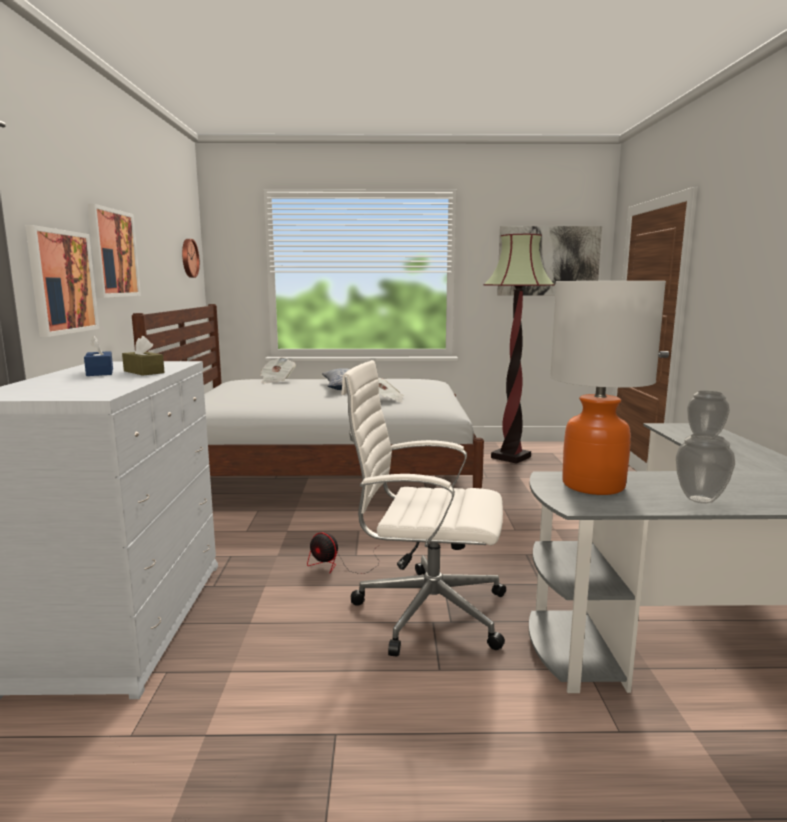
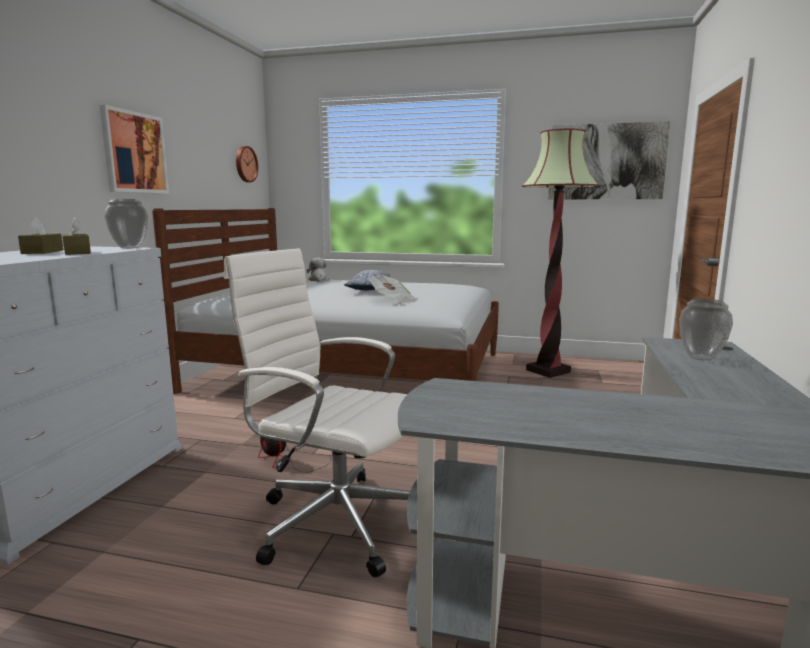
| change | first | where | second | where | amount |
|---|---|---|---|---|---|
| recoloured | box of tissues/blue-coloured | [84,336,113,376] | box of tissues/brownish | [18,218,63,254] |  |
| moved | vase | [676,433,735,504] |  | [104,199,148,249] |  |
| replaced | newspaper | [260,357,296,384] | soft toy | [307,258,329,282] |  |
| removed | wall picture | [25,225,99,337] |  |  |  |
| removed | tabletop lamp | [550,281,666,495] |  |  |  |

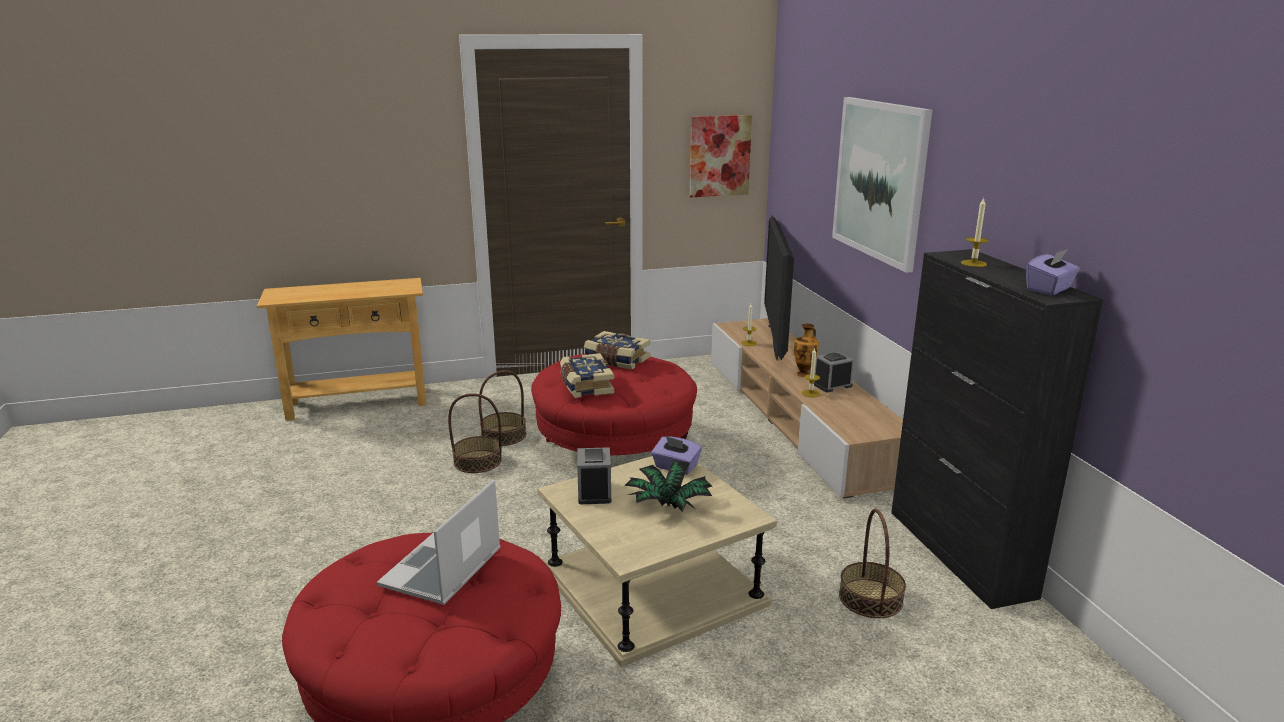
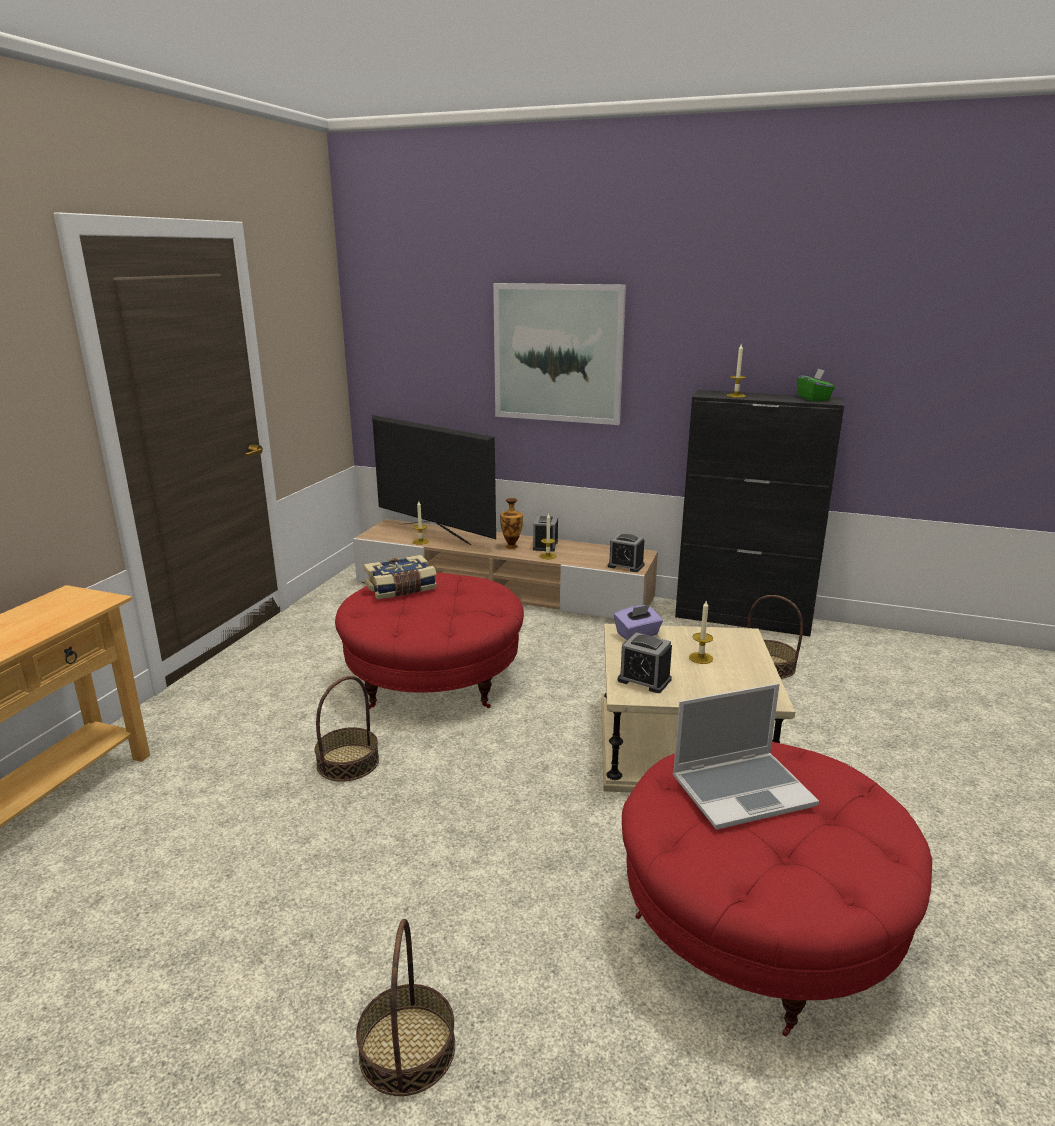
| change | first | where | second | where | amount |
|---|---|---|---|---|---|
| moved | household basket | [479,370,526,446] |  | [356,919,455,1096] |  |
| added |  |  | bedside clock | [607,534,645,572] |  |
| turned | notebook computer | [377,480,501,605] |  | [673,683,819,829] | 75 degrees counterclockwise |
| replaced | houseplant | [624,460,712,512] | wax light | [689,601,713,664] |  |
| recoloured | box of tissues/purple-coloured | [1026,249,1080,295] | box of tissues/green-coloured | [797,368,835,401] |  |
| removed | volume | [560,353,614,398] |  |  |  |
| removed | wall picture | [689,115,752,197] |  |  |  |

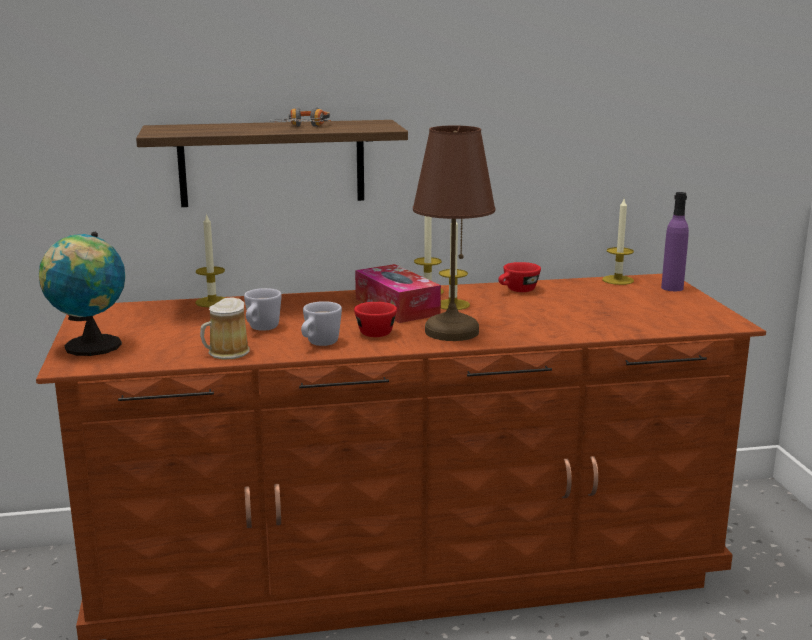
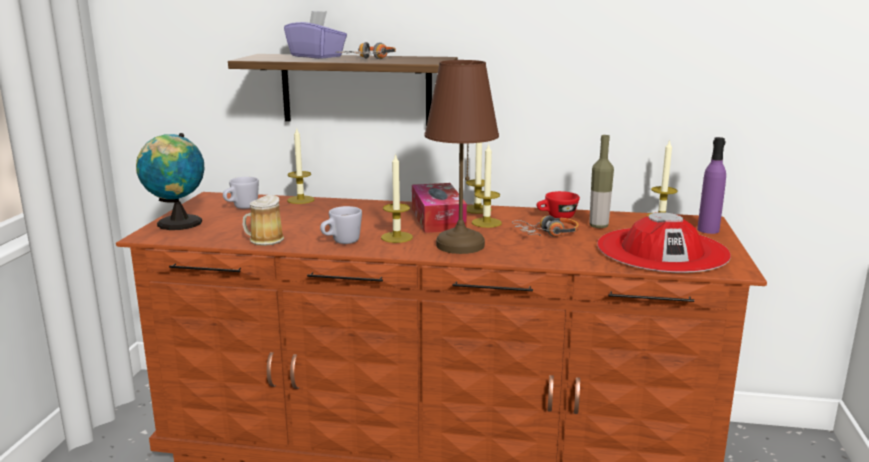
| change | first | where | second | where | amount |
|---|---|---|---|---|---|
| moved | tea mug/white-coloured | [244,288,282,331] |  | [223,177,259,209] |  |
| added |  |  | box of tissues/purple-coloured | [284,11,347,59] |  |
| replaced | cup/red-coloured | [354,302,397,337] | wax light | [381,153,413,243] |  |
| added |  |  | headphones | [512,215,579,237] |  |
| added |  |  | bottle | [589,135,614,228] |  |
| added |  |  | wearable hat/red-coloured | [597,212,731,273] |  |

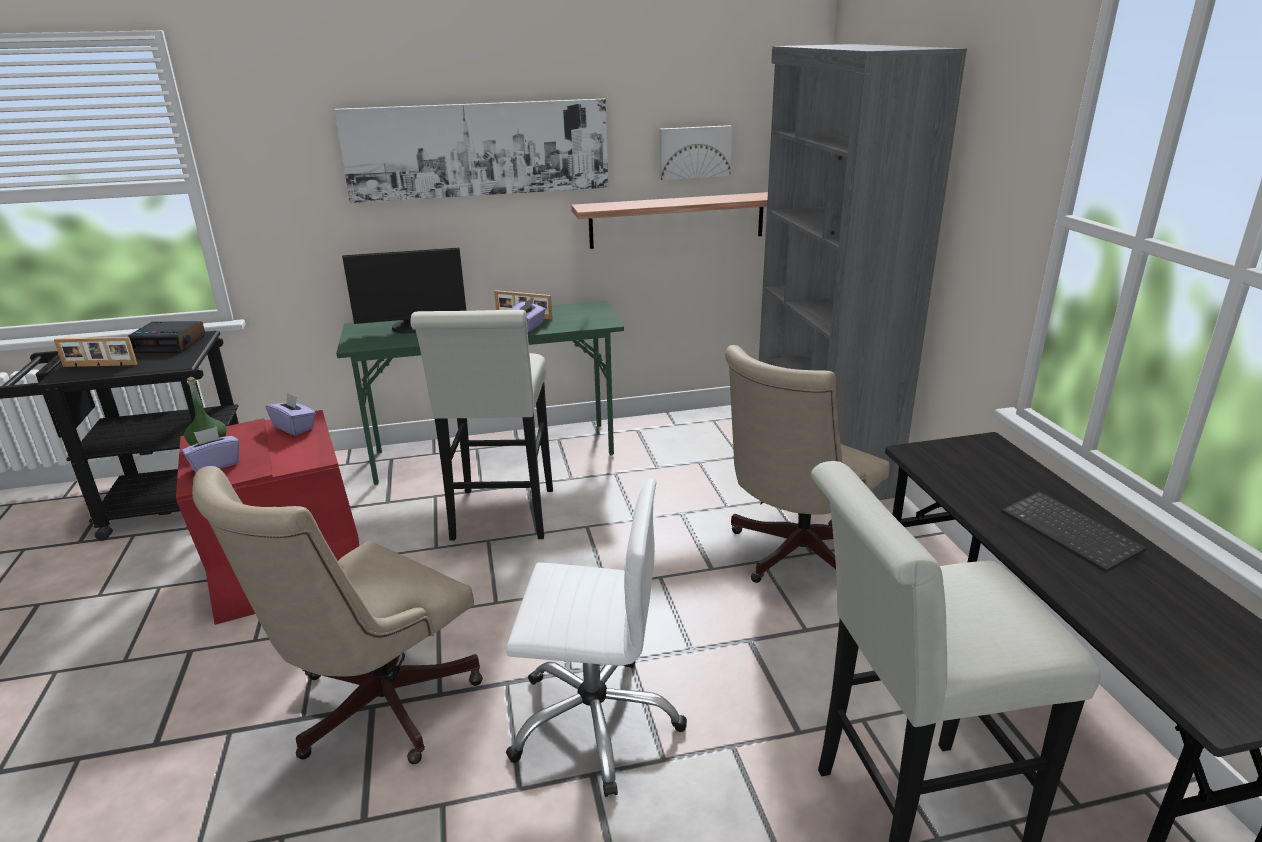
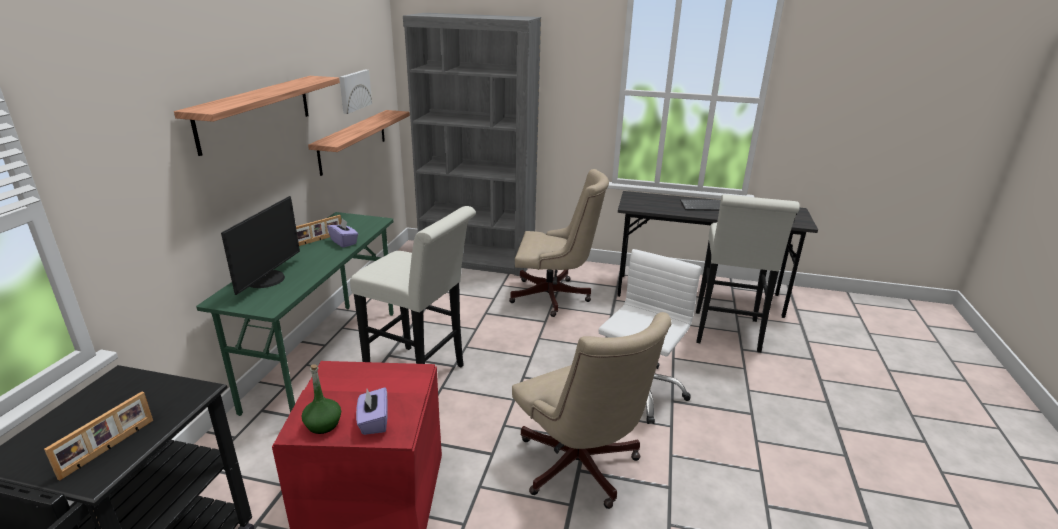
| change | first | where | second | where | amount |
|---|---|---|---|---|---|
| replaced | wall picture | [334,99,608,203] | bracket shelf | [174,76,340,156] |  |
| turned | office chair/beige-coloured | [725,345,889,583] |  | [509,169,609,317] | 60 degrees counterclockwise |
| removed | bedside clock | [128,321,206,353] |  |  |  |
| removed | box of tissues/purple-coloured | [266,392,316,436] |  |  |  |

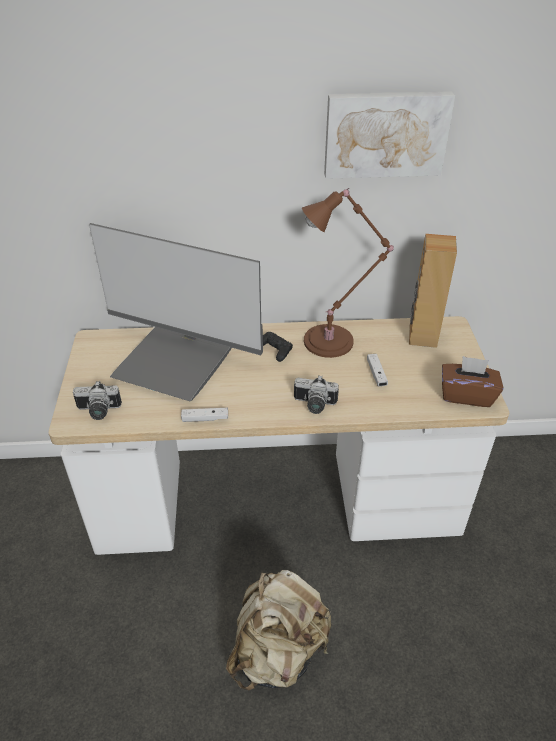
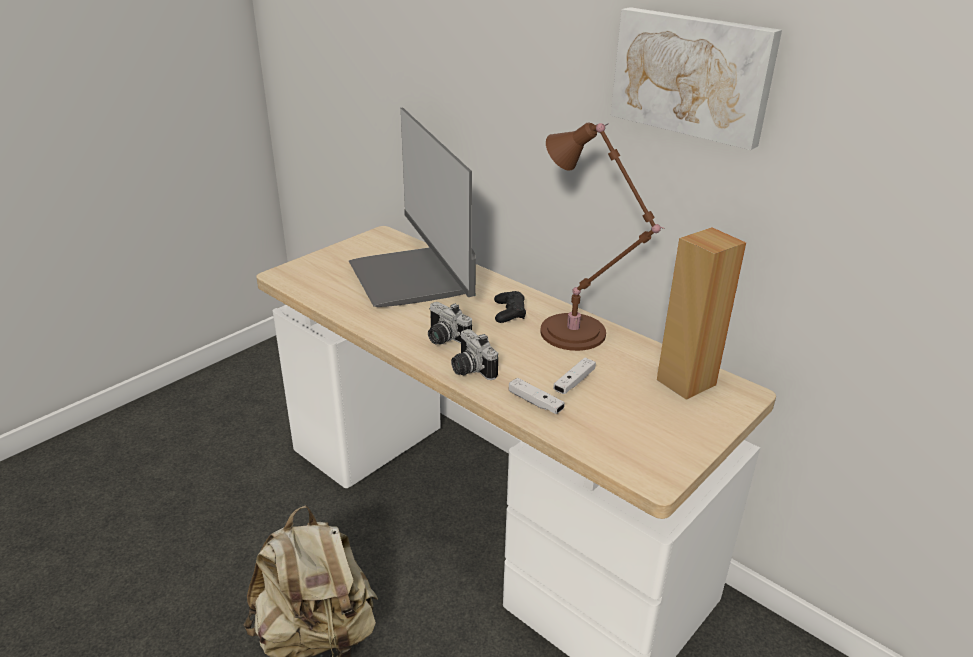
| change | first | where | second | where | amount |
|---|---|---|---|---|---|
| moved | photo camera | [73,381,122,420] |  | [428,302,472,345] |  |
| moved | joypad/white-coloured | [181,408,228,422] |  | [509,378,565,414] |  |
| removed | box of tissues/brownish | [442,356,503,407] |  |  |  |

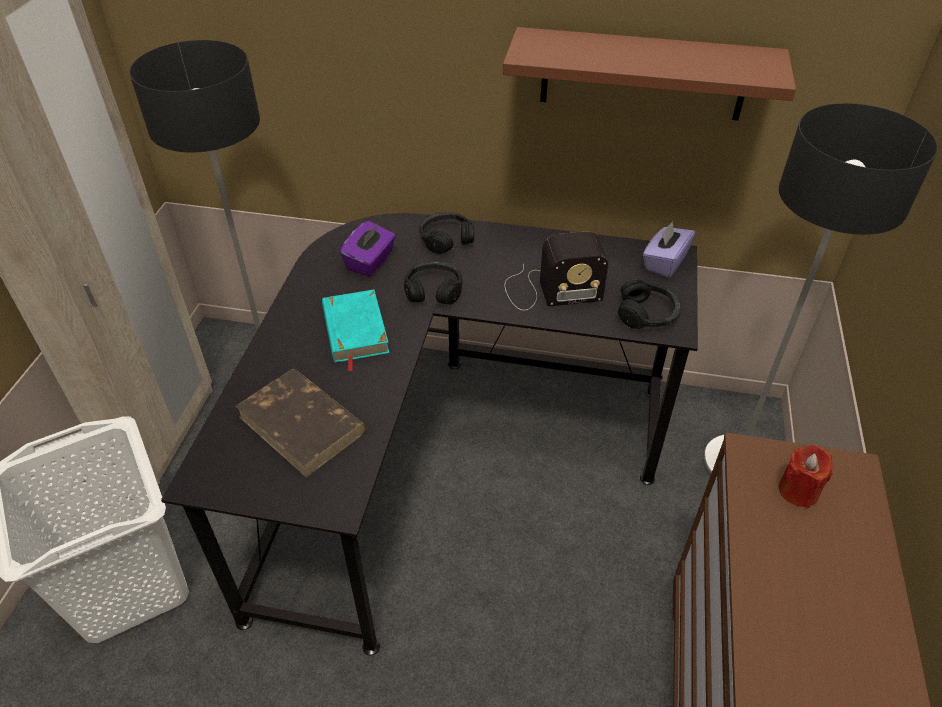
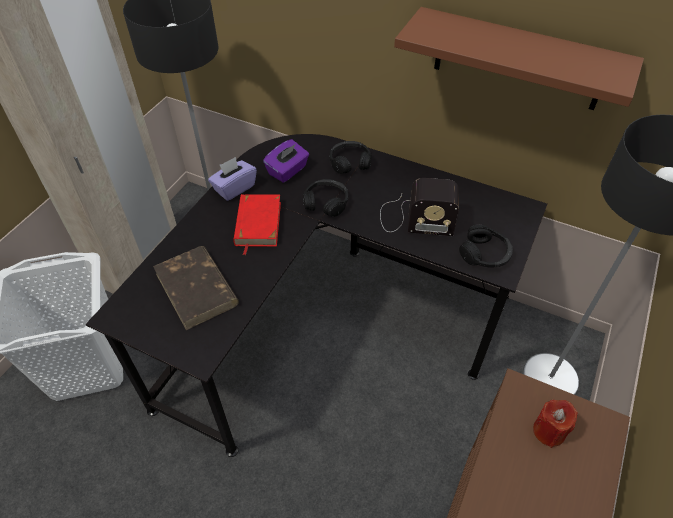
| change | first | where | second | where | amount |
|---|---|---|---|---|---|
| moved | box of tissues/purple-coloured | [643,221,696,278] |  | [208,157,257,201] |  |
| recoloured | volume/turquoise | [322,290,389,371] | volume/red-coloured | [233,194,281,255] |  |

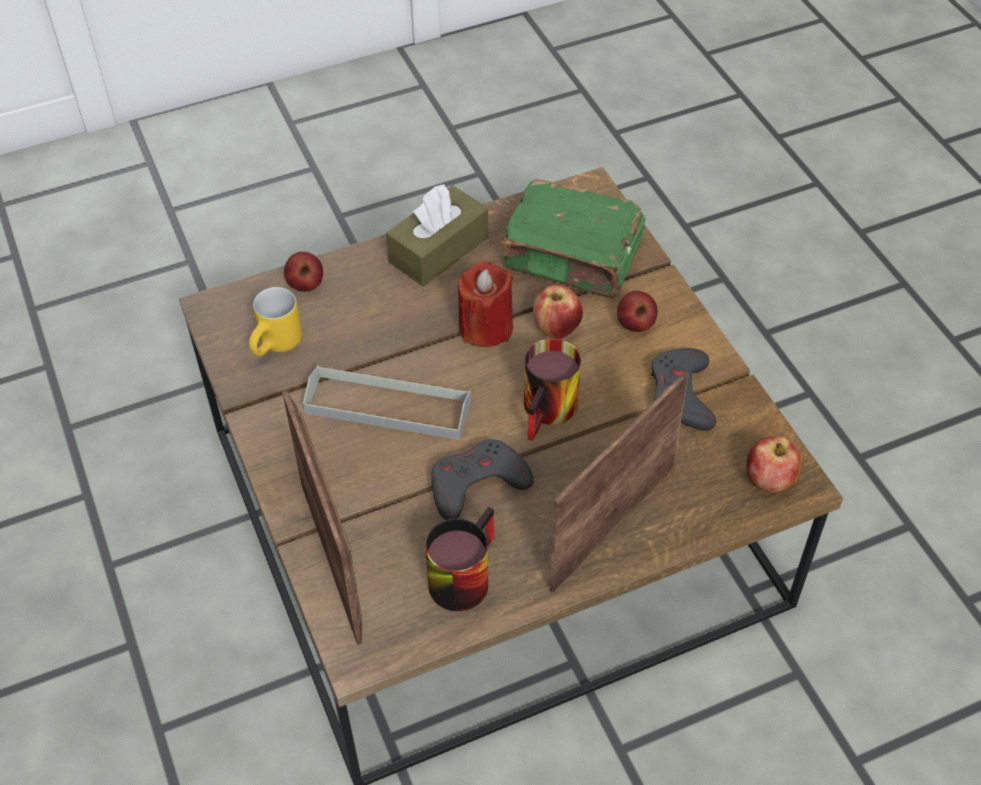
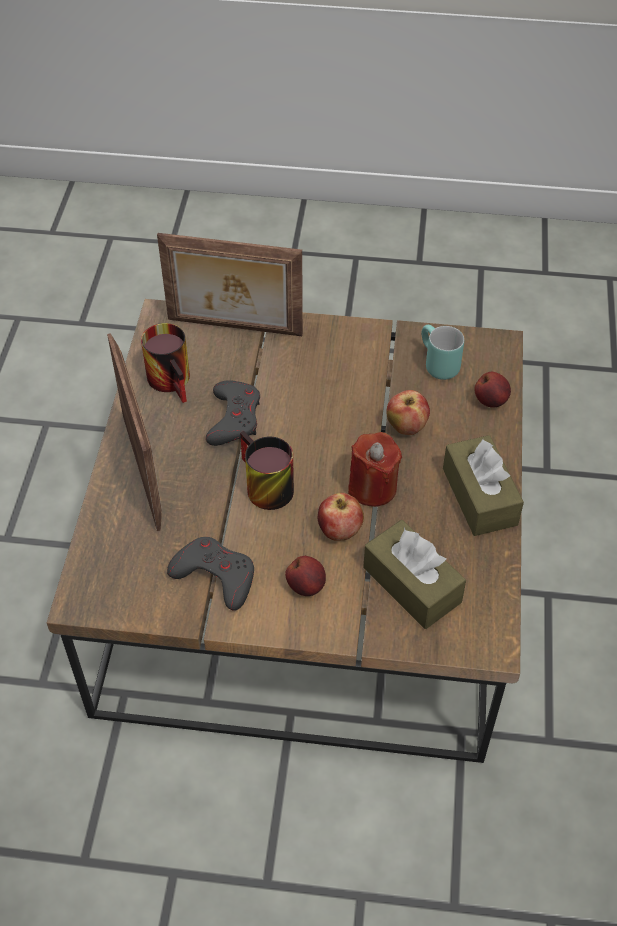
| change | first | where | second | where | amount |
|---|---|---|---|---|---|
| replaced | volume/green-coloured | [500,179,646,299] | box of tissues/brownish | [363,520,466,629] |  |
| moved | apple fruit | [747,436,803,493] |  | [387,390,430,435] |  |
| recoloured | tea mug/yellow | [249,287,302,356] | tea mug/turquoise | [422,325,464,380] |  |
| removed | tray/greyish | [303,365,471,440] |  |  |  |

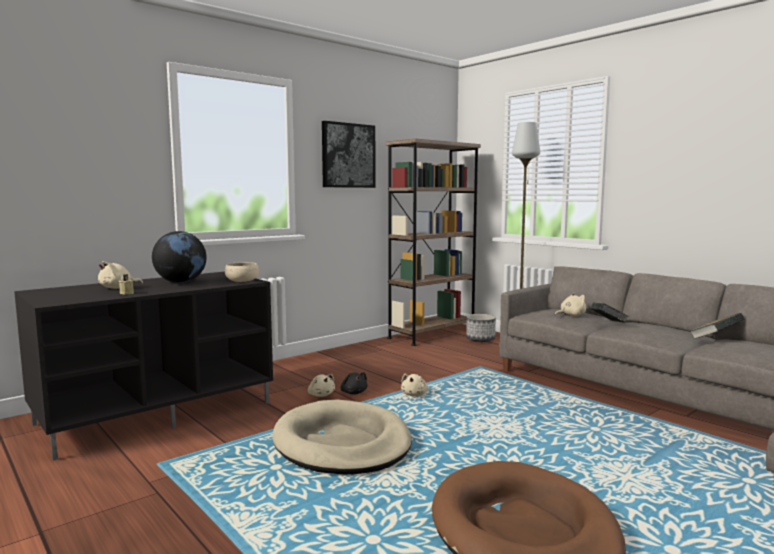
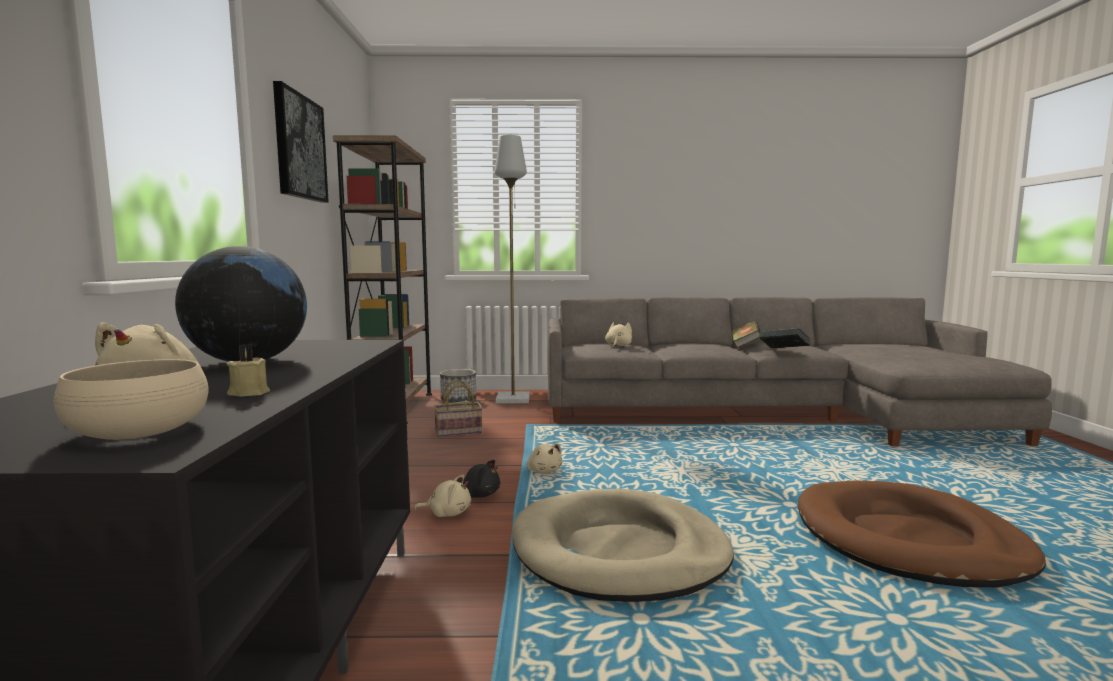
| change | first | where | second | where | amount |
|---|---|---|---|---|---|
| moved | serving bowl/beige-coloured | [225,262,259,282] |  | [54,359,208,440] |  |
| added |  |  | household basket | [434,380,482,437] |  |
| moved | volume | [590,302,629,323] |  | [759,328,810,349] |  |

